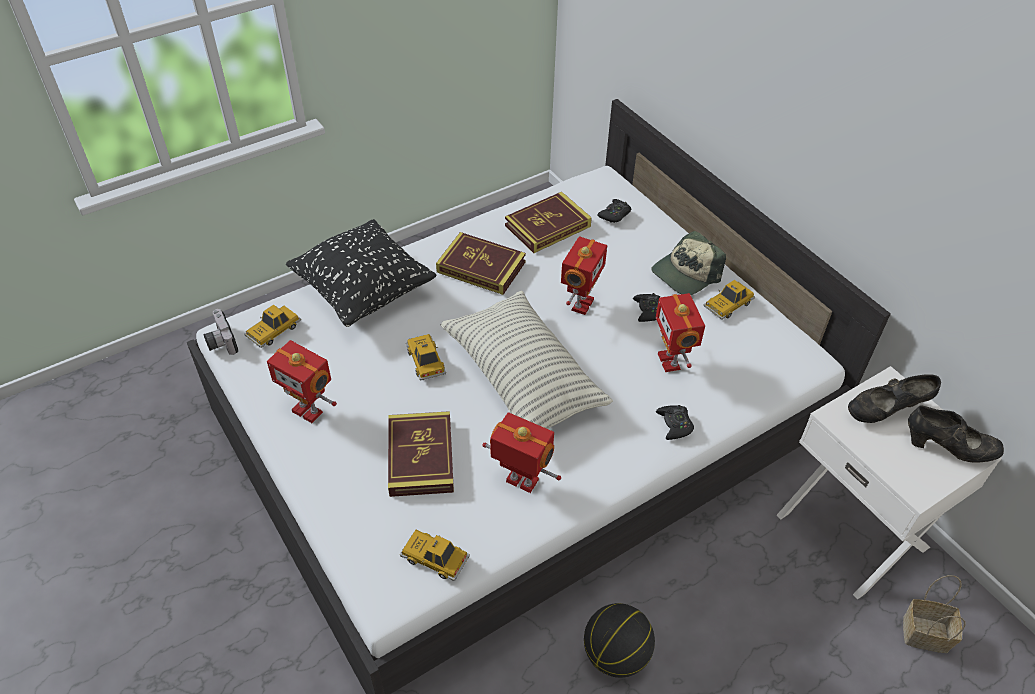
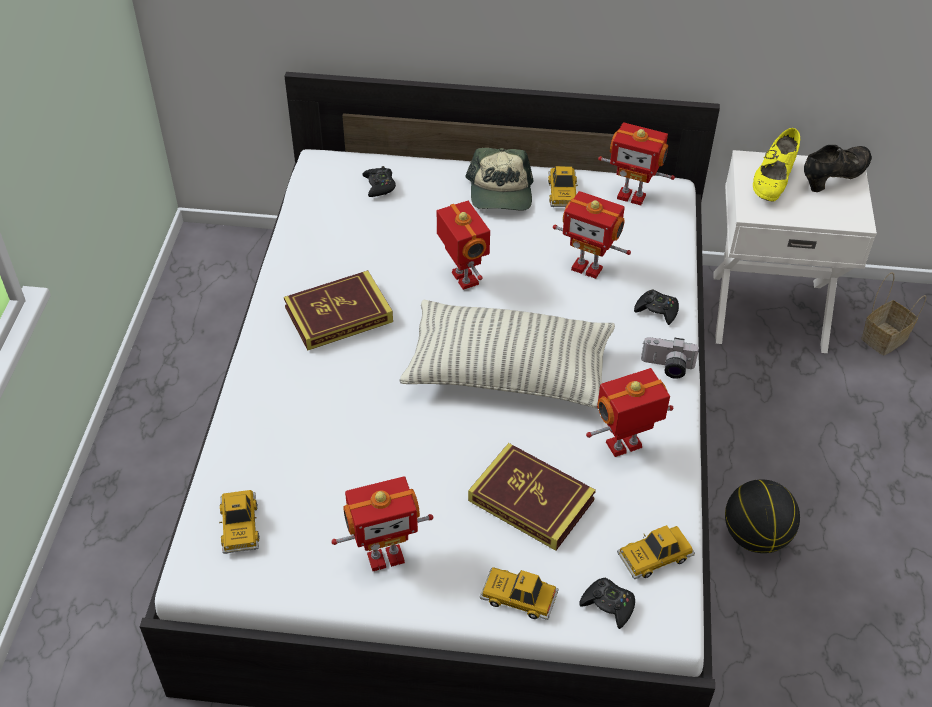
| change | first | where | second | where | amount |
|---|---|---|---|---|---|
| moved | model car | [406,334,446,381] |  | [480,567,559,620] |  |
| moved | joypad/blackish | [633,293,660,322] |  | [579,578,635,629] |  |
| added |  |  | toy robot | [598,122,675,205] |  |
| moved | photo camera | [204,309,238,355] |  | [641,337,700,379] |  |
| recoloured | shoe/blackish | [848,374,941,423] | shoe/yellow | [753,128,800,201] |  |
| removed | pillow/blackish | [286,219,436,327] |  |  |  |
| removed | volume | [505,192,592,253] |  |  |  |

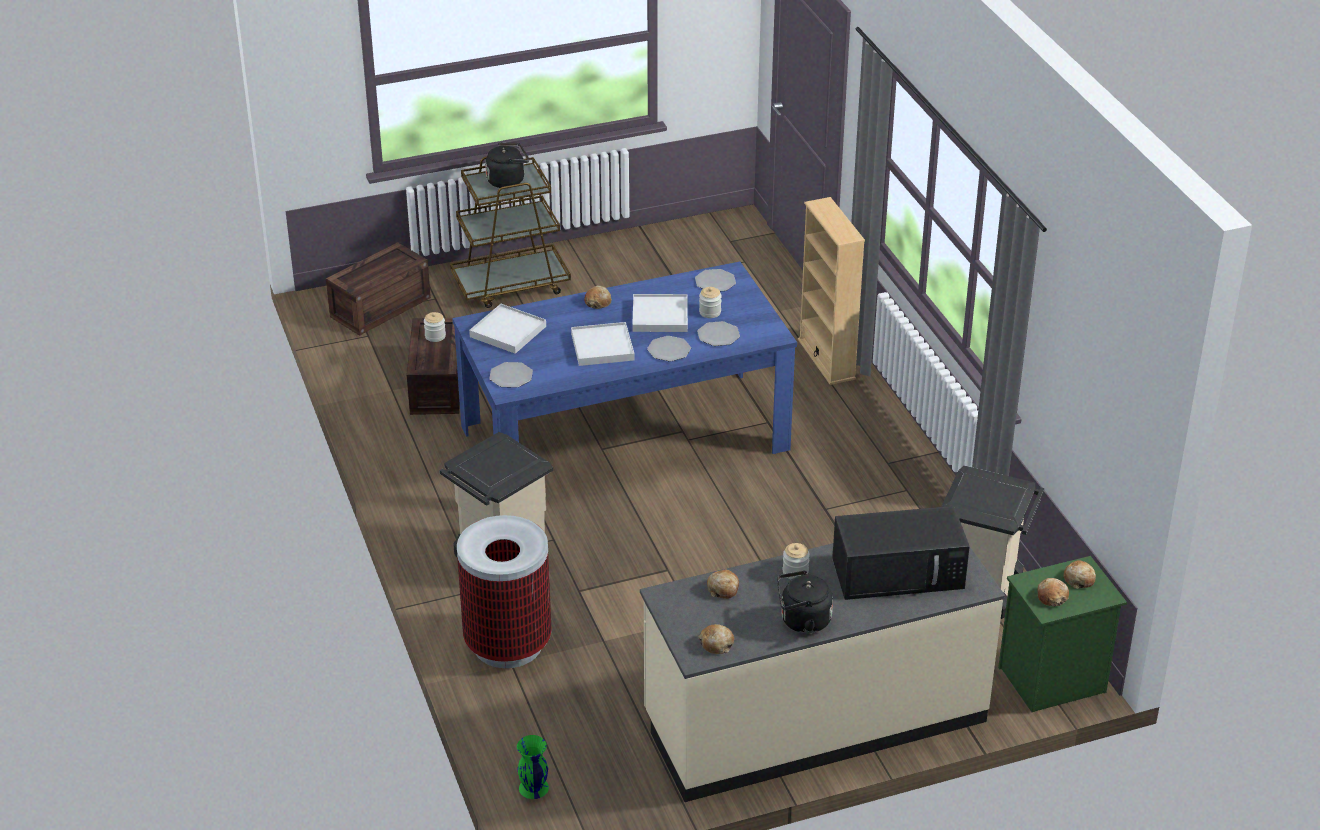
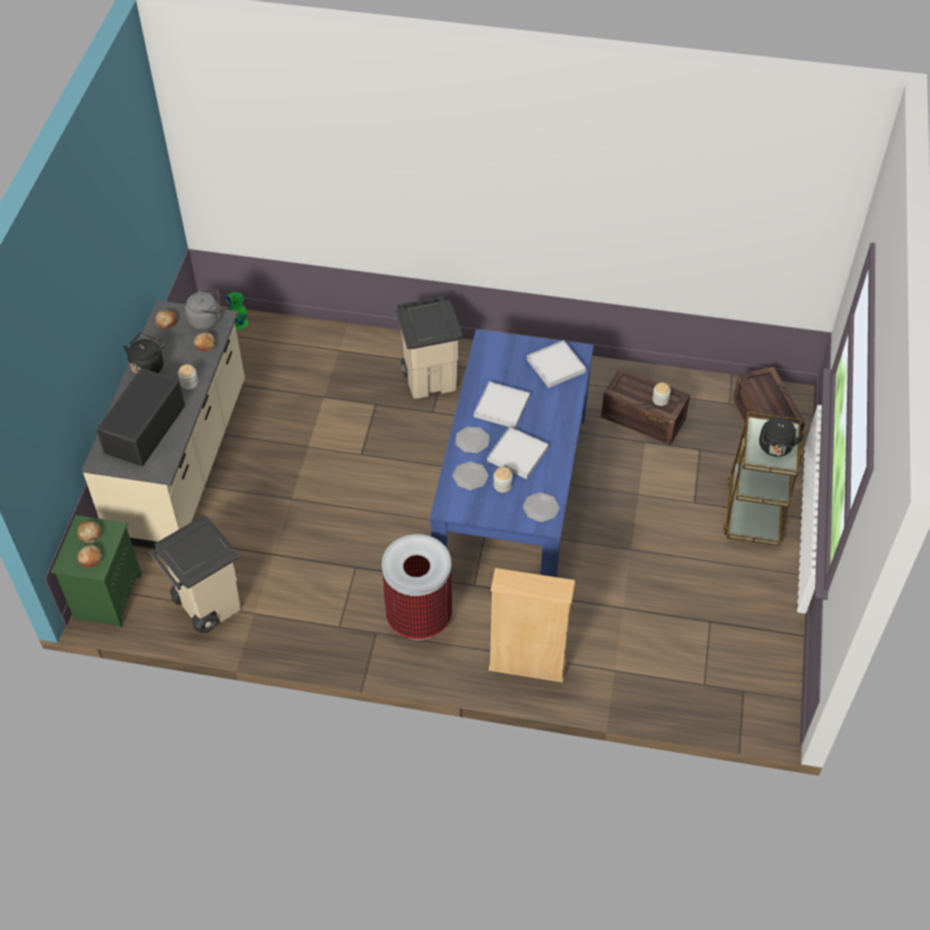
| change | first | where | second | where | amount |
|---|---|---|---|---|---|
| added |  |  | water kettle/greyish | [185,289,220,330] |  |
| moved | rubbish bin | [457,515,552,668] |  | [382,534,452,640] |  |
| removed | flat dish | [489,362,533,388] |  |  |  |
| removed | baked bread | [584,285,612,309] |  |  |  |

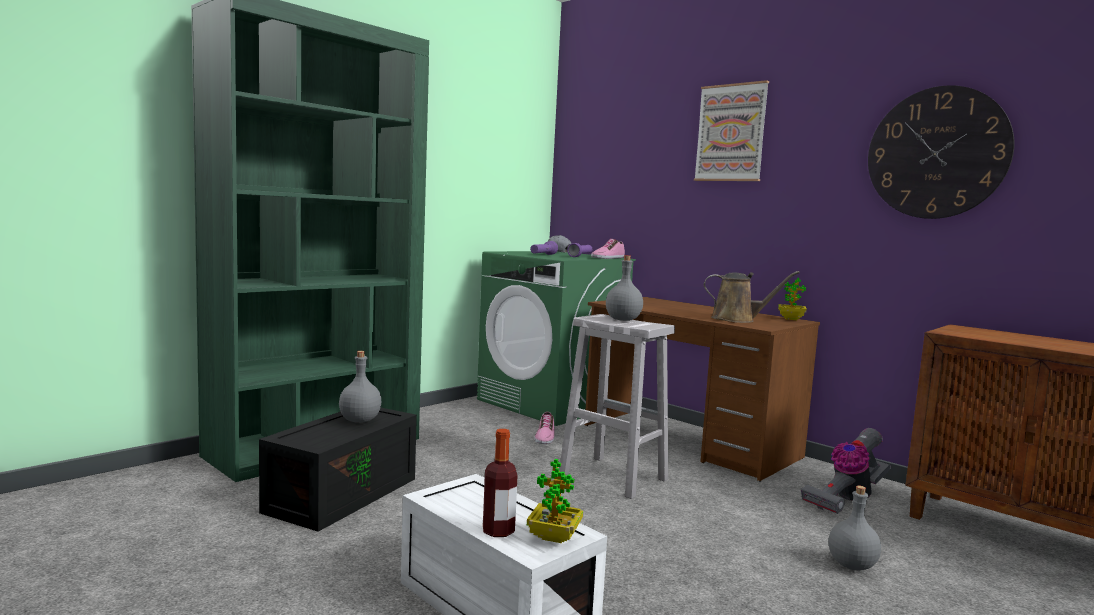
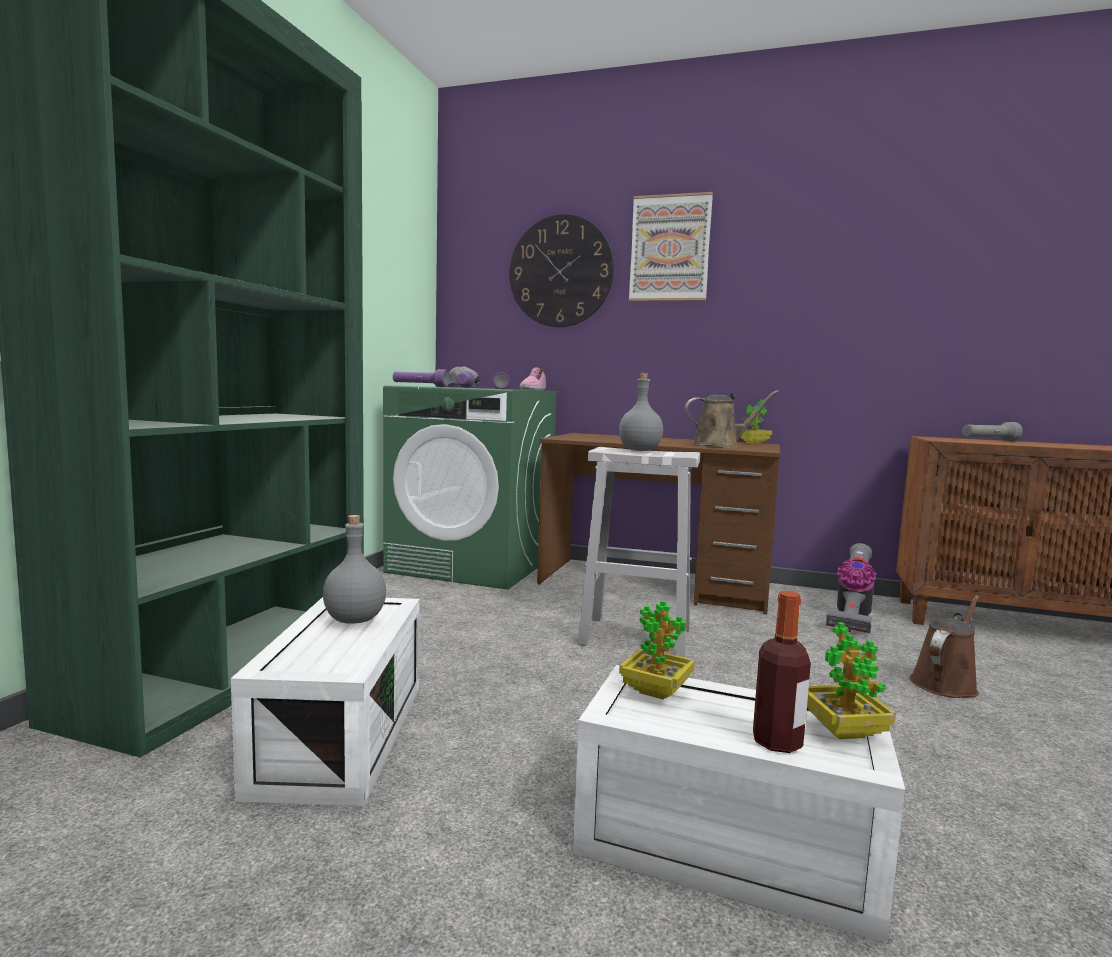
| change | first | where | second | where | amount |
|---|---|---|---|---|---|
| recoloured | storage box/blackish | [259,408,417,532] | storage box/white-coloured | [231,597,420,806] |  |
| added |  |  | hand torch/purple-coloured | [393,369,450,387] |  |
| moved | hanging clock | [868,85,1015,219] |  | [509,214,614,327] |  |
| added |  |  | houseplant | [619,600,695,700] |  |
| replaced | bottle/greyish | [829,486,881,570] | watering can/brownish | [910,595,979,698] |  |
| added |  |  | hand torch/greyish | [962,422,1023,441] |  |
| removed | shoe | [534,412,555,444] |  |  |  |

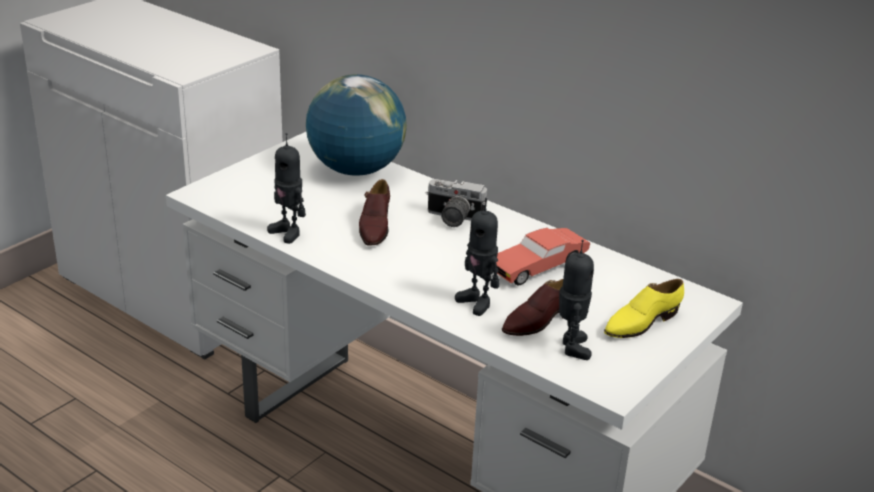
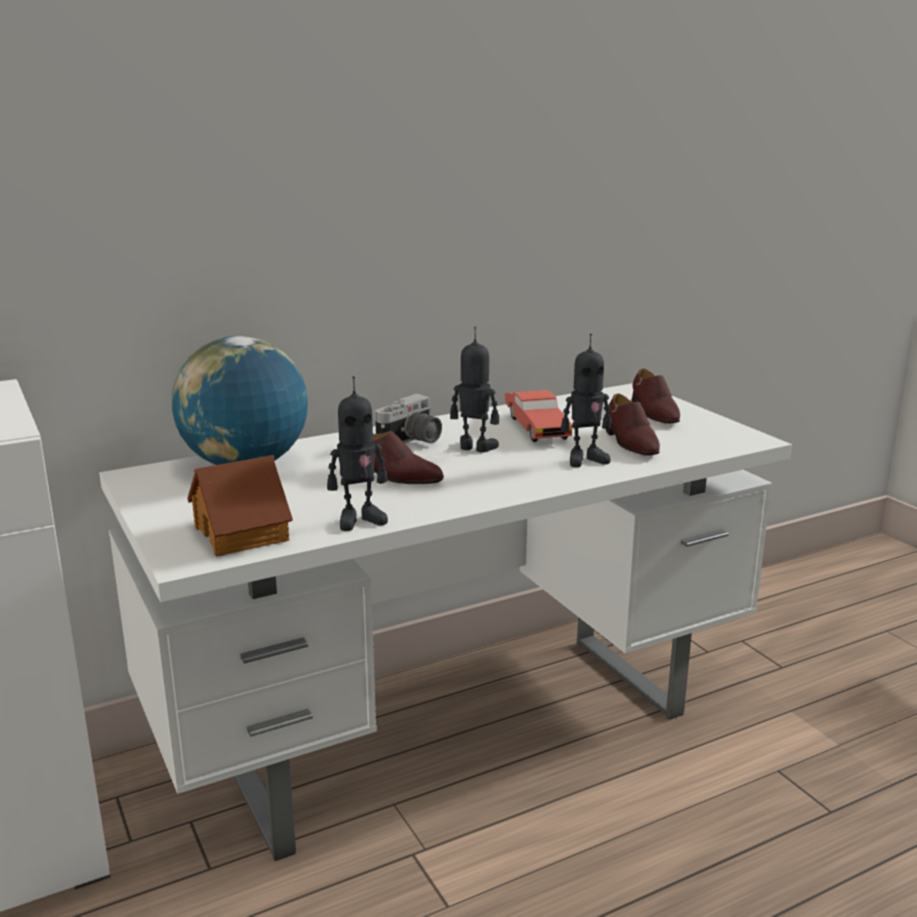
| change | first | where | second | where | amount |
|---|---|---|---|---|---|
| added |  |  | miniature house | [187,455,293,557] |  |
| moved | toy robot | [559,240,594,360] |  | [450,327,499,453] |  |
| recoloured | shoe/yellow | [604,279,684,338] | shoe/brownish | [631,369,680,424] |  |

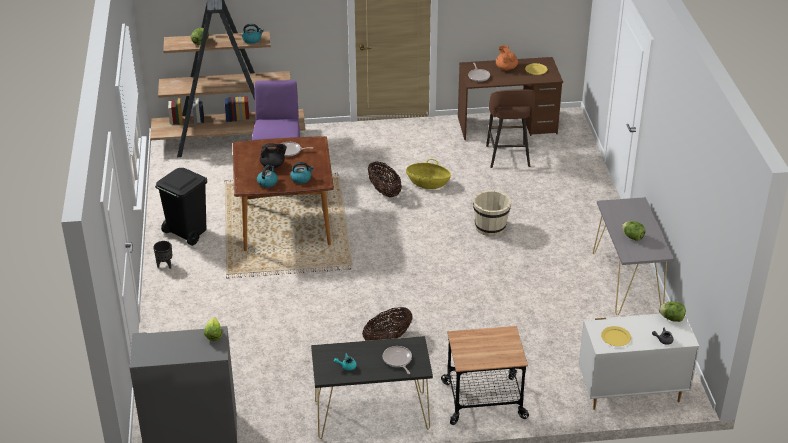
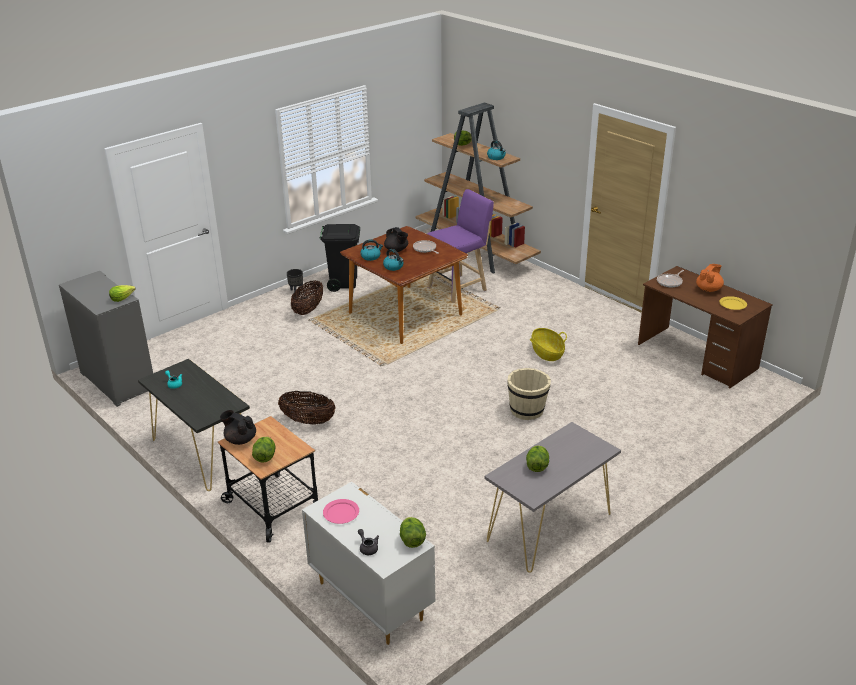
| change | first | where | second | where | amount |
|---|---|---|---|---|---|
| added |  |  | tea pot/blackish | [220,410,256,445] |  |
| added |  |  | lettuce | [252,436,276,463] |  |
| moved | household basket | [368,161,402,197] |  | [291,280,323,315] |  |
| recoloured | flat dish/yellow | [601,326,631,346] | flat dish/pink-coloured | [323,499,359,524] |  |
| removed | frying pan | [383,346,412,374] |  |  |  |
| removed | stool seat/brownish | [486,89,535,168] |  |  |  |

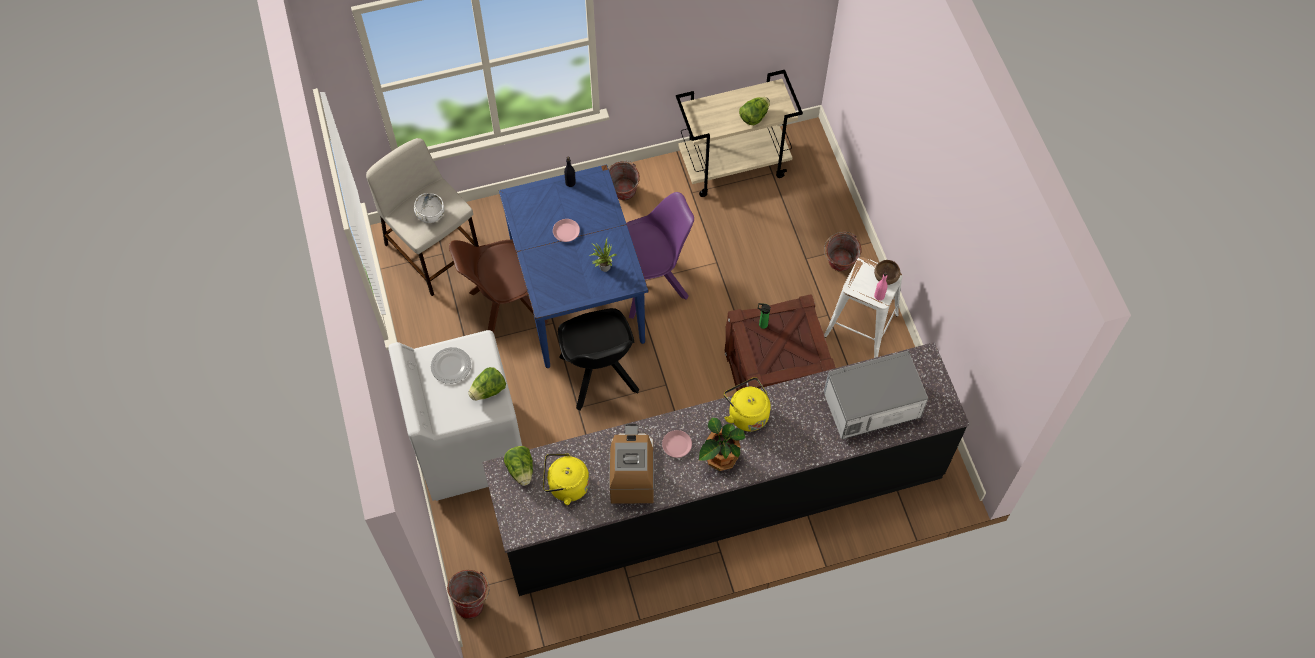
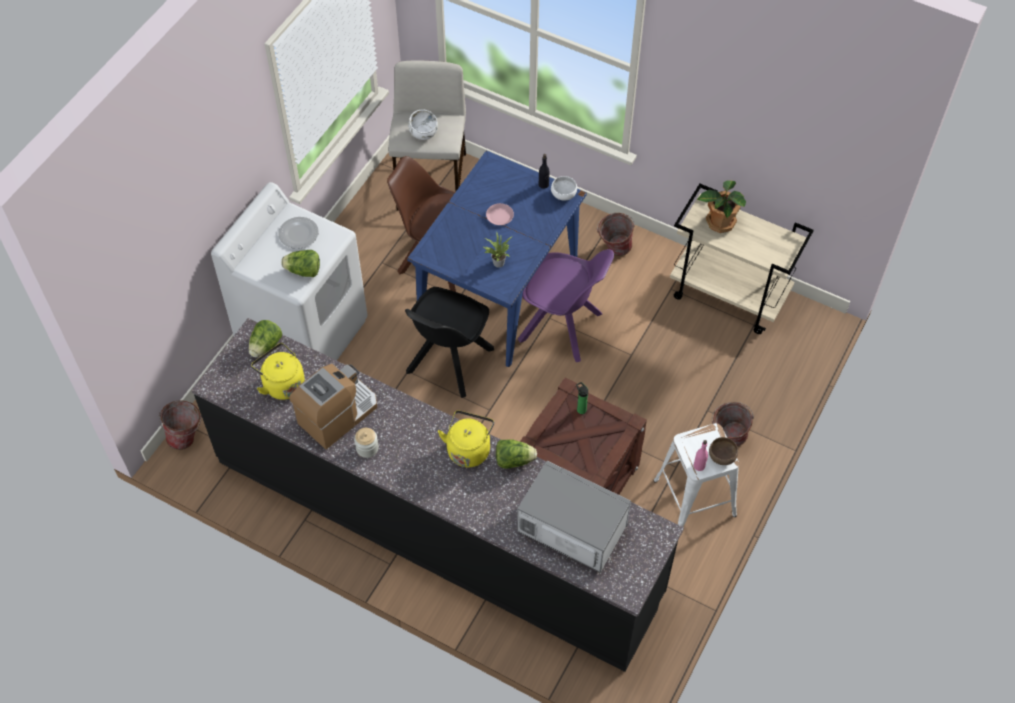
| change | first | where | second | where | amount |
|---|---|---|---|---|---|
| added |  |  | preserve jar | [354,428,379,458] |  |
| moved | lettuce | [739,97,770,125] |  | [496,439,537,469] |  |
| added |  |  | serving bowl/white-coloured | [551,176,577,201] |  |
| moved | houseplant | [699,418,746,471] |  | [697,180,746,233] |  |
| removed | flat dish/pink-coloured | [662,430,692,458] |  |  |  |

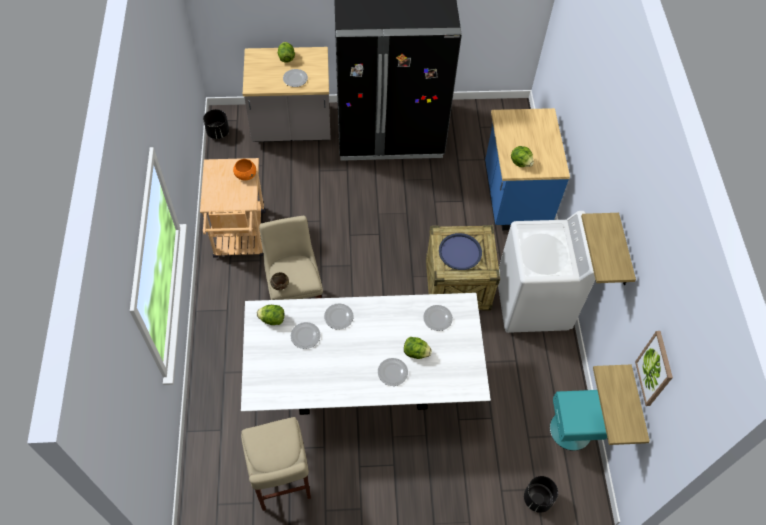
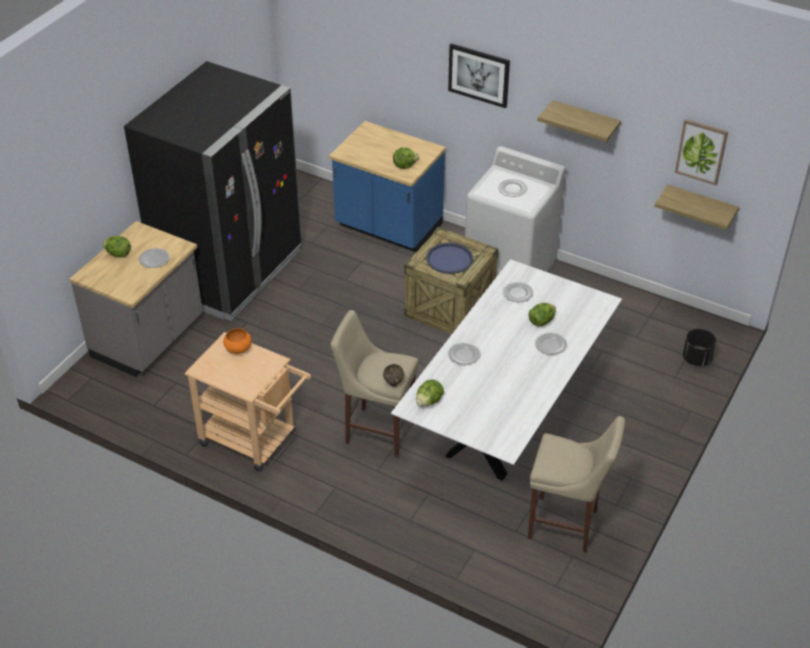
| change | first | where | second | where | amount |
|---|---|---|---|---|---|
| added |  |  | wall picture | [448,43,510,108] |  |
| moved | flat dish | [291,322,321,349] |  | [498,179,527,197] |  |
| removed | plant pot/blackish | [203,109,229,139] |  |  |  |
| removed | bedside table/turquoise | [550,390,607,451] |  |  |  |

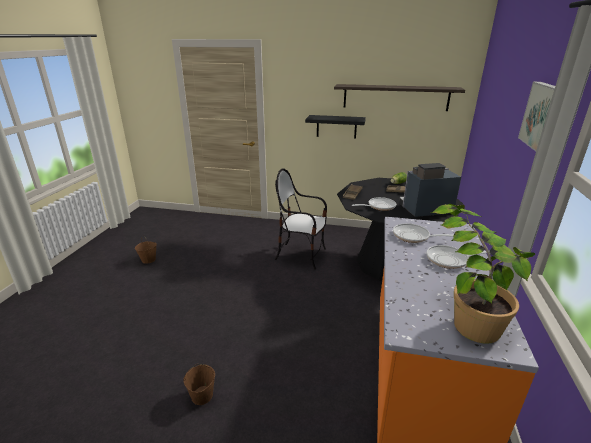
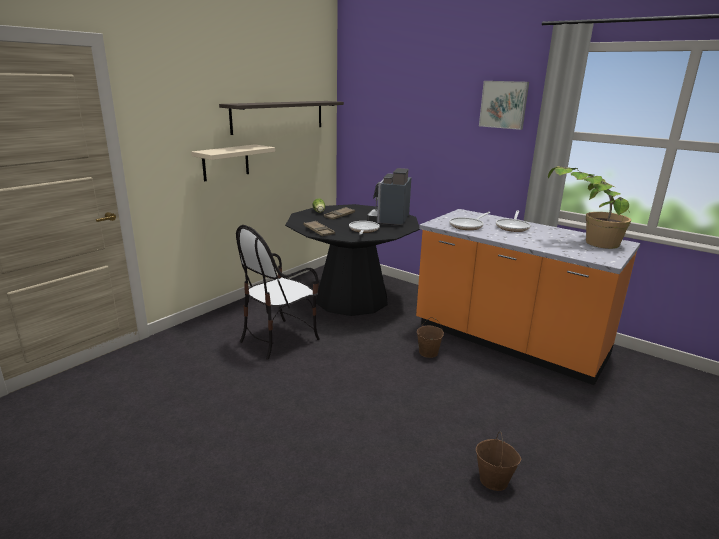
| change | first | where | second | where | amount |
|---|---|---|---|---|---|
| recoloured | bracket shelf/blackish | [305,115,366,139] | bracket shelf/beige-coloured | [191,144,275,181] |  |
| moved | bucket/brownish | [135,236,157,264] |  | [417,317,444,358] |  |

